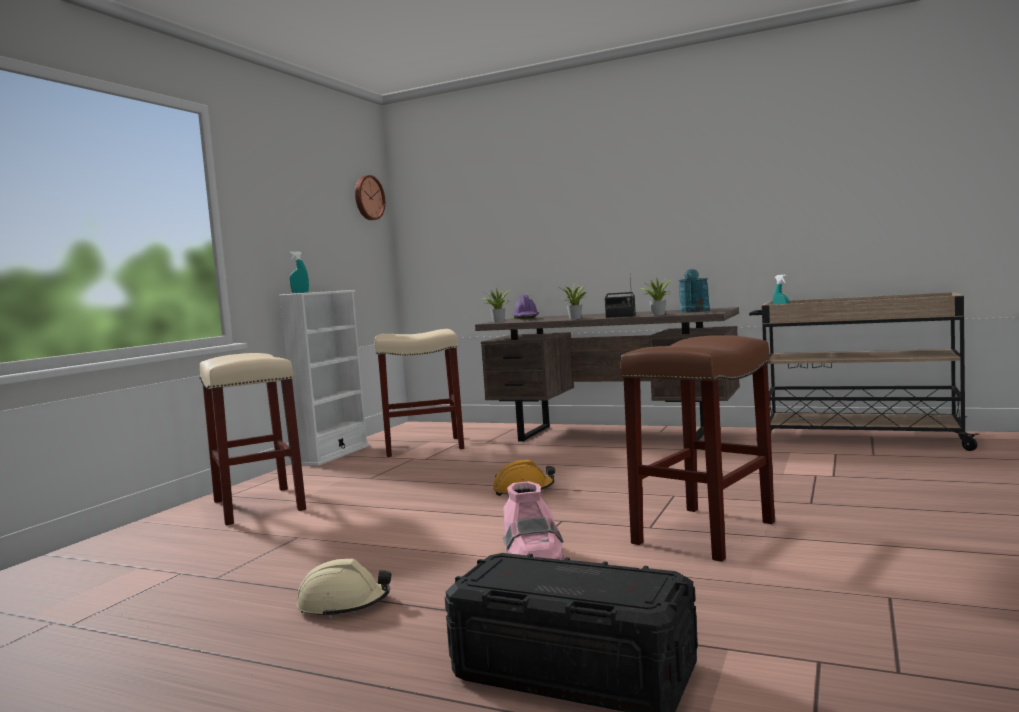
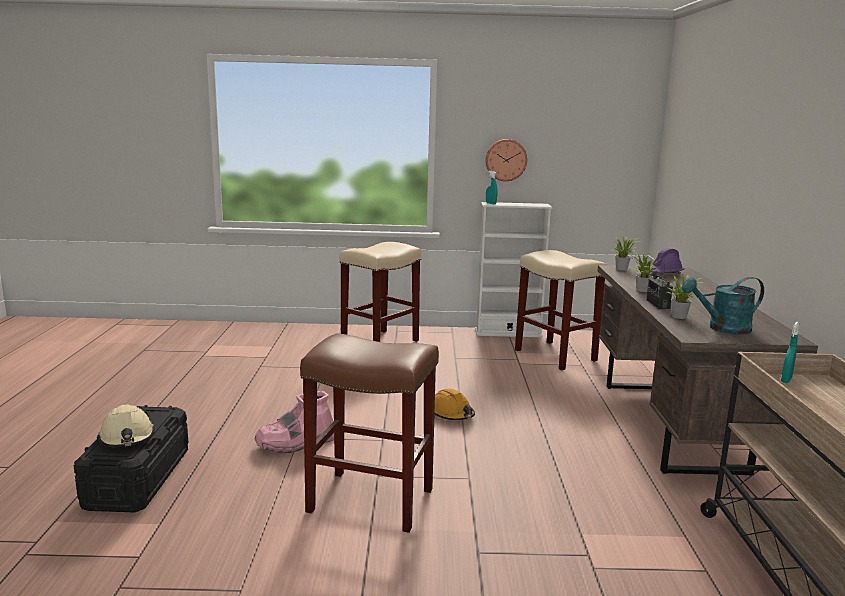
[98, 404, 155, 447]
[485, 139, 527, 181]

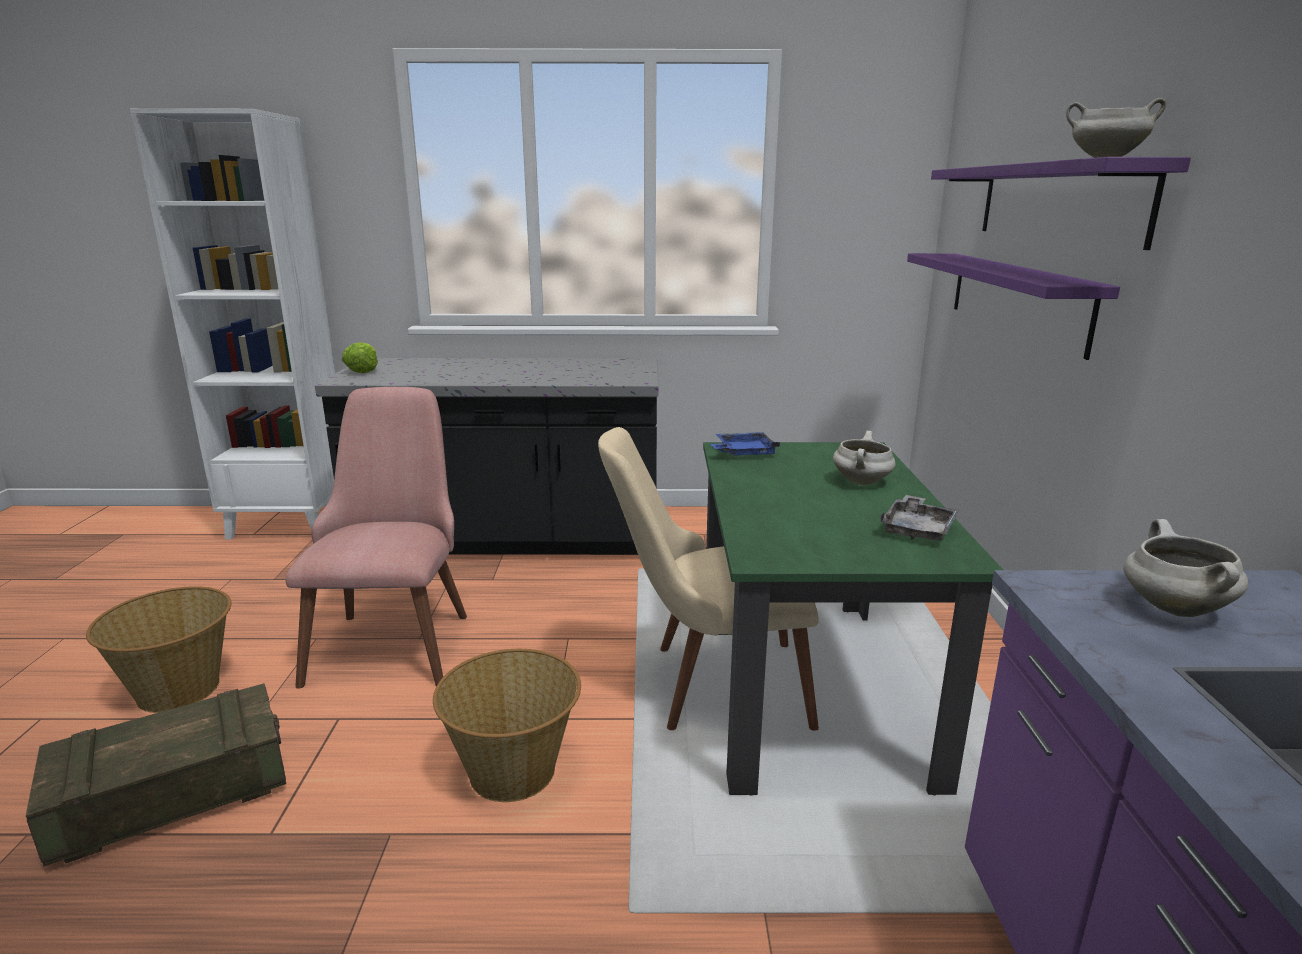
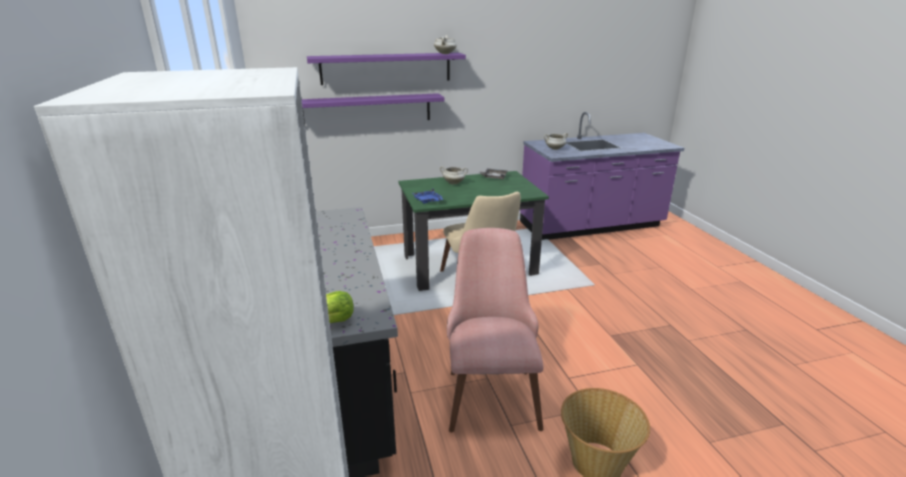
[26, 683, 286, 867] (first image)
[447, 228, 543, 432]
[433, 649, 581, 802] (first image)

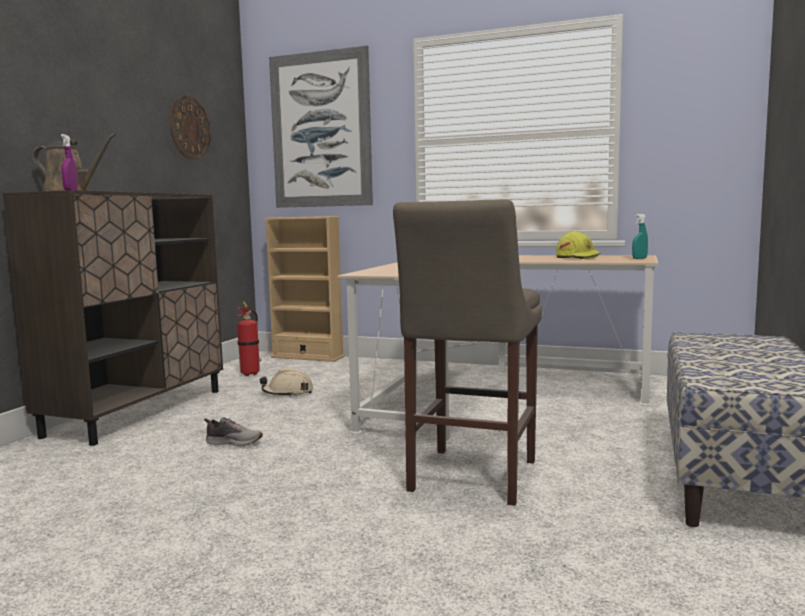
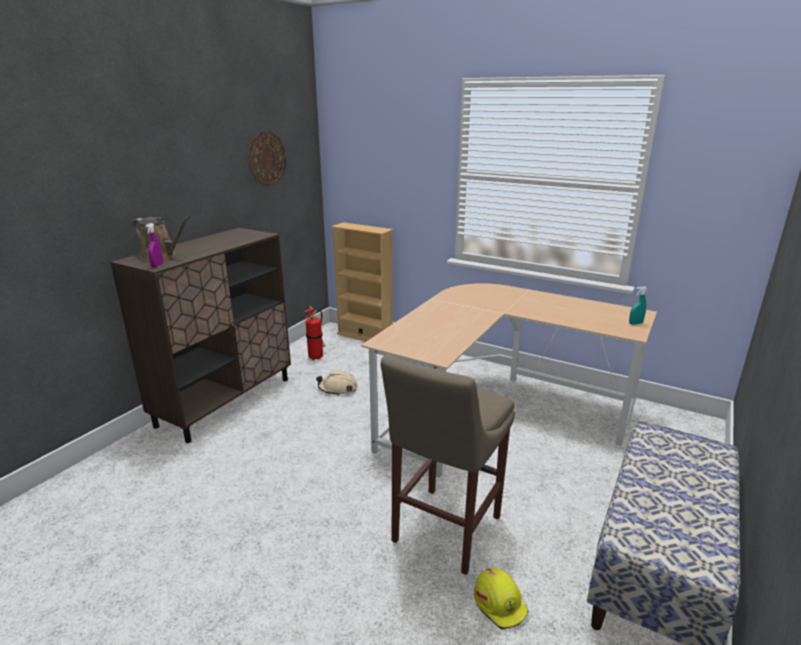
[204, 417, 263, 446] (first image)
[269, 46, 373, 208] (first image)
[474, 568, 529, 630]

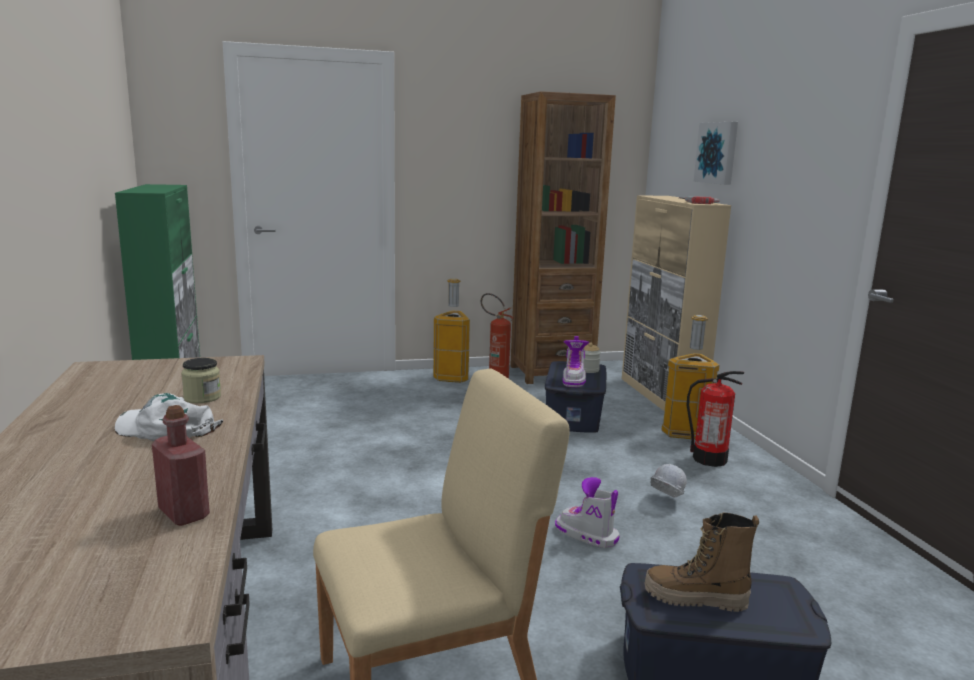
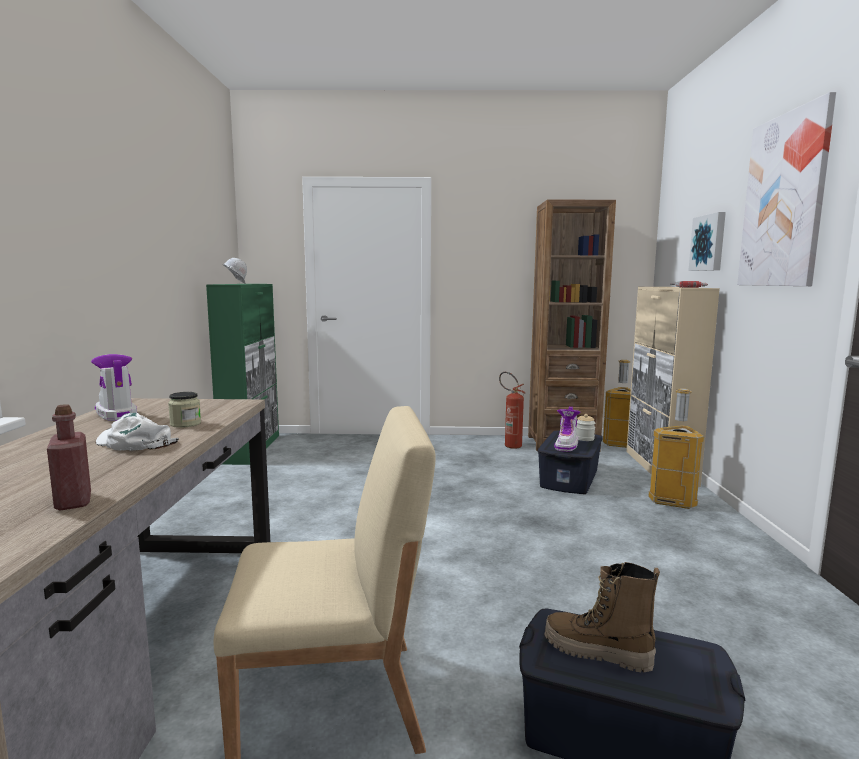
[603, 359, 631, 448]
[91, 354, 137, 421]
[223, 258, 247, 283]
[686, 371, 744, 467] (first image)
[737, 92, 836, 286]

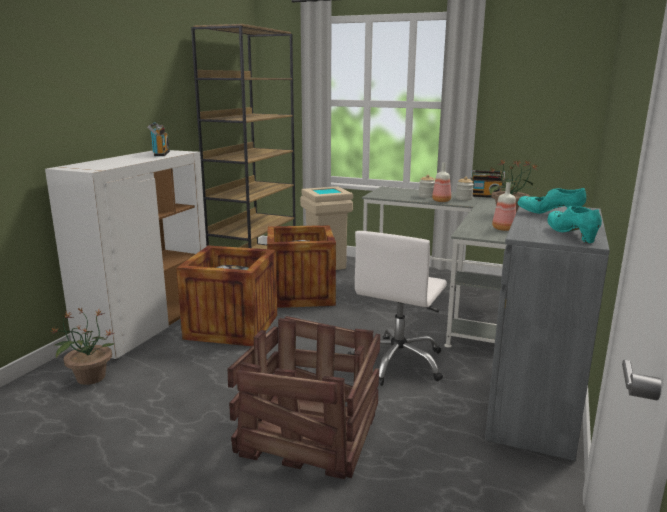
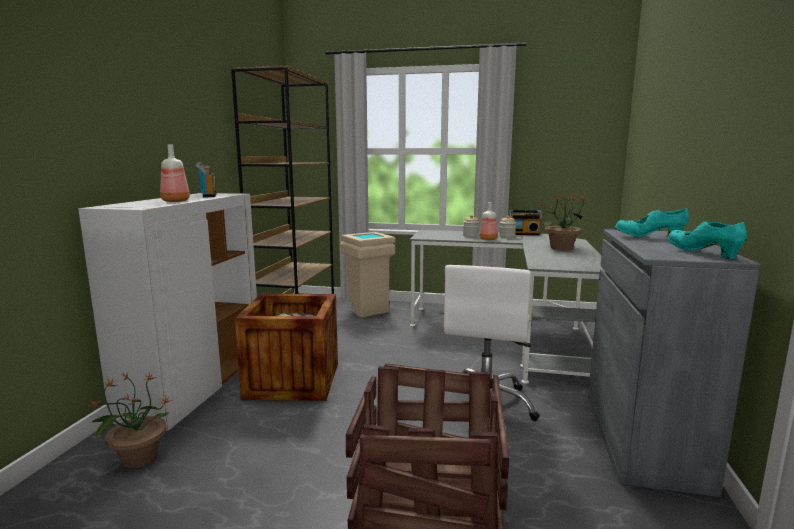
[267, 225, 336, 308] (first image)
[160, 145, 190, 202]

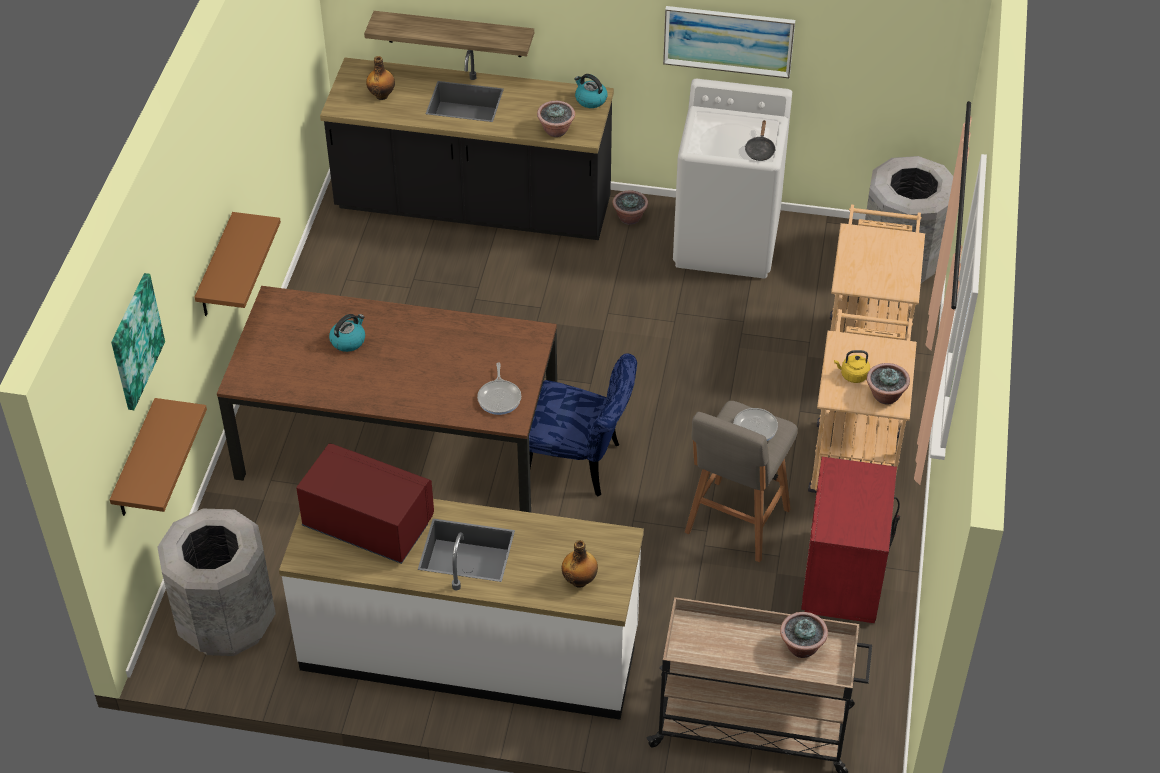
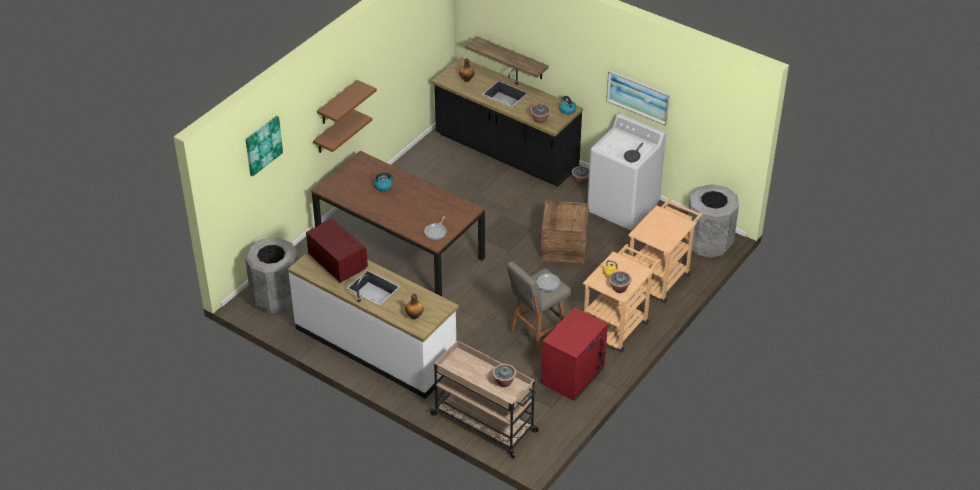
[317, 80, 377, 124]
[529, 353, 637, 497] (first image)
[541, 200, 589, 264]

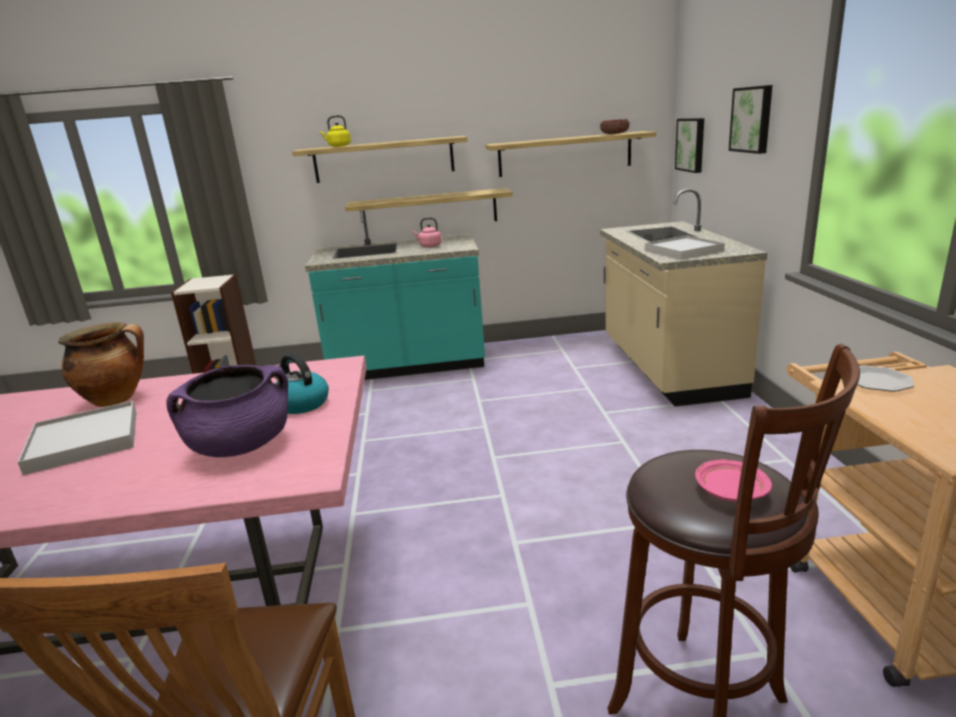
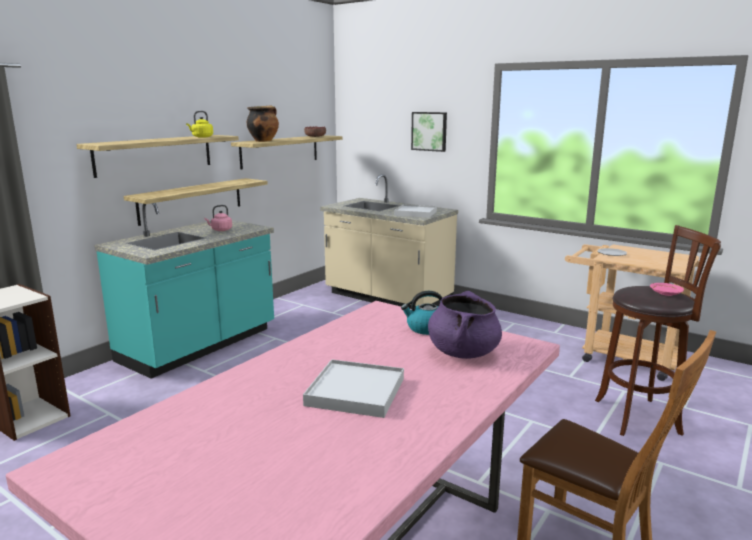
[247, 106, 279, 142]
[186, 111, 213, 138]
[675, 118, 704, 173] (first image)

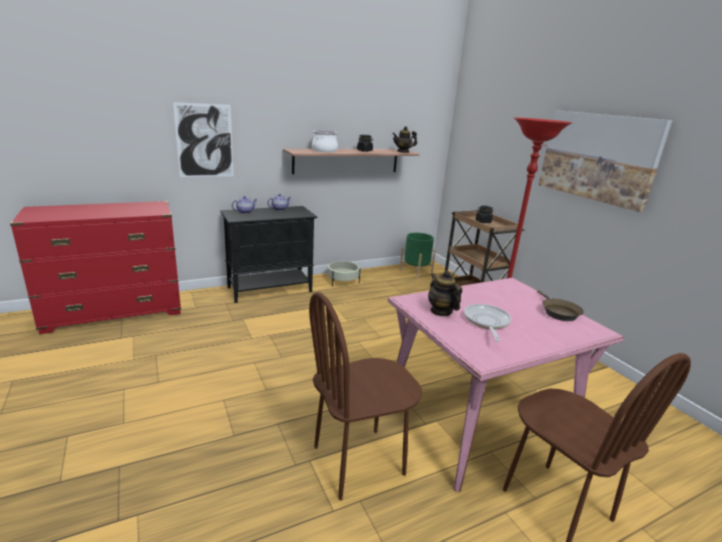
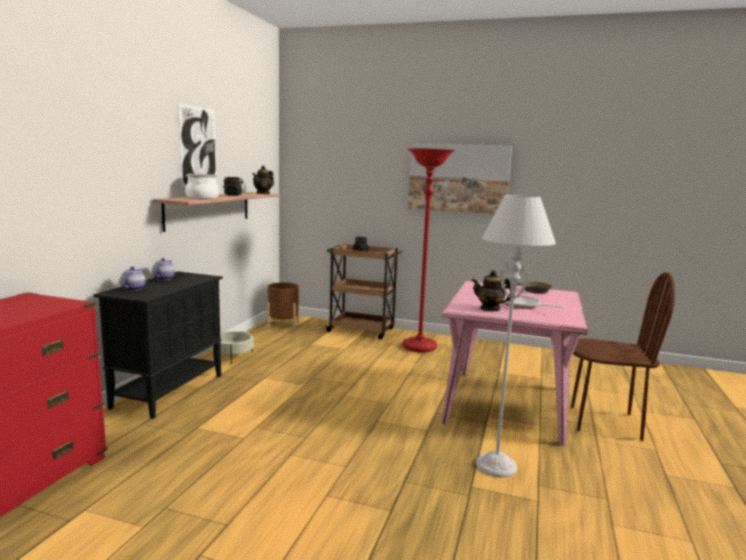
[178, 103, 217, 187]
[476, 195, 556, 478]
[267, 282, 299, 331]

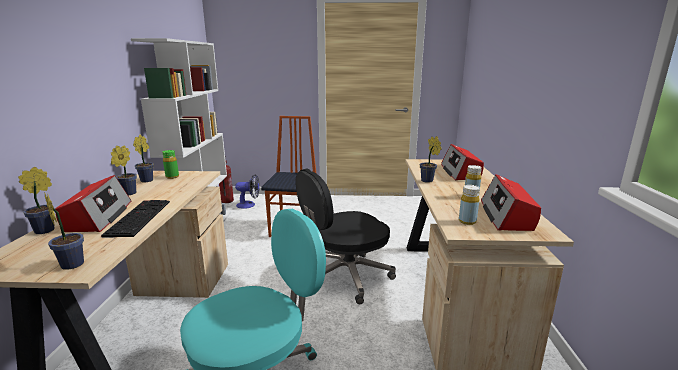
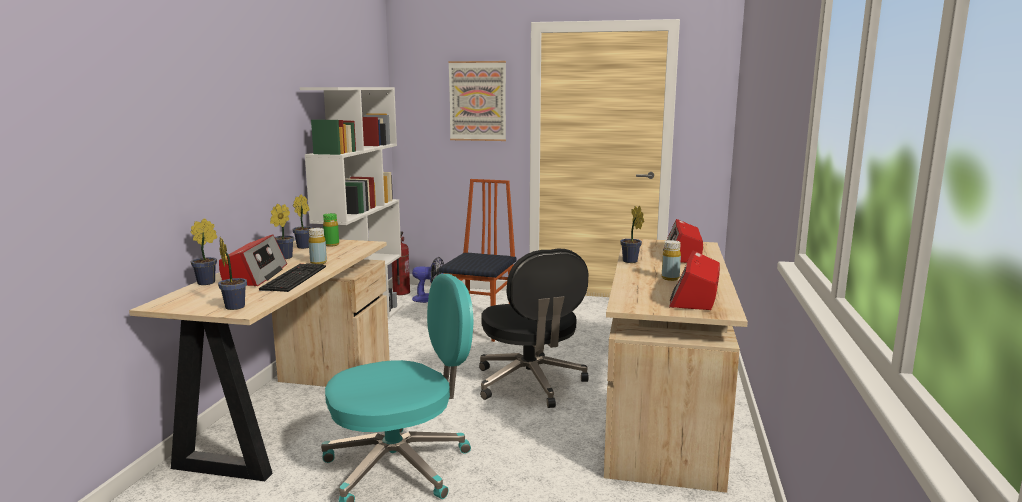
[479, 248, 589, 408]
[309, 228, 327, 264]
[448, 61, 506, 141]

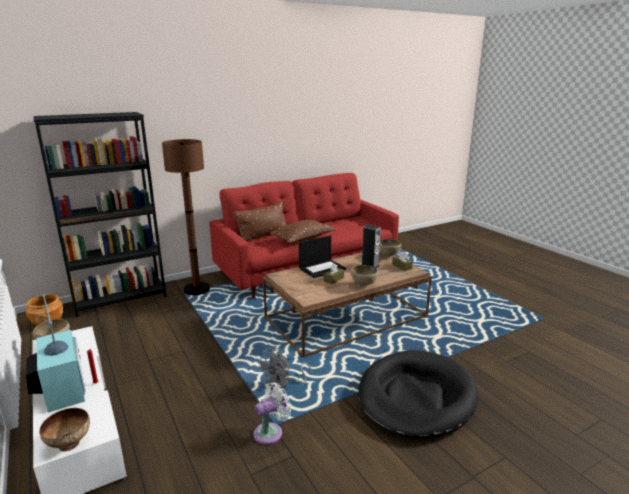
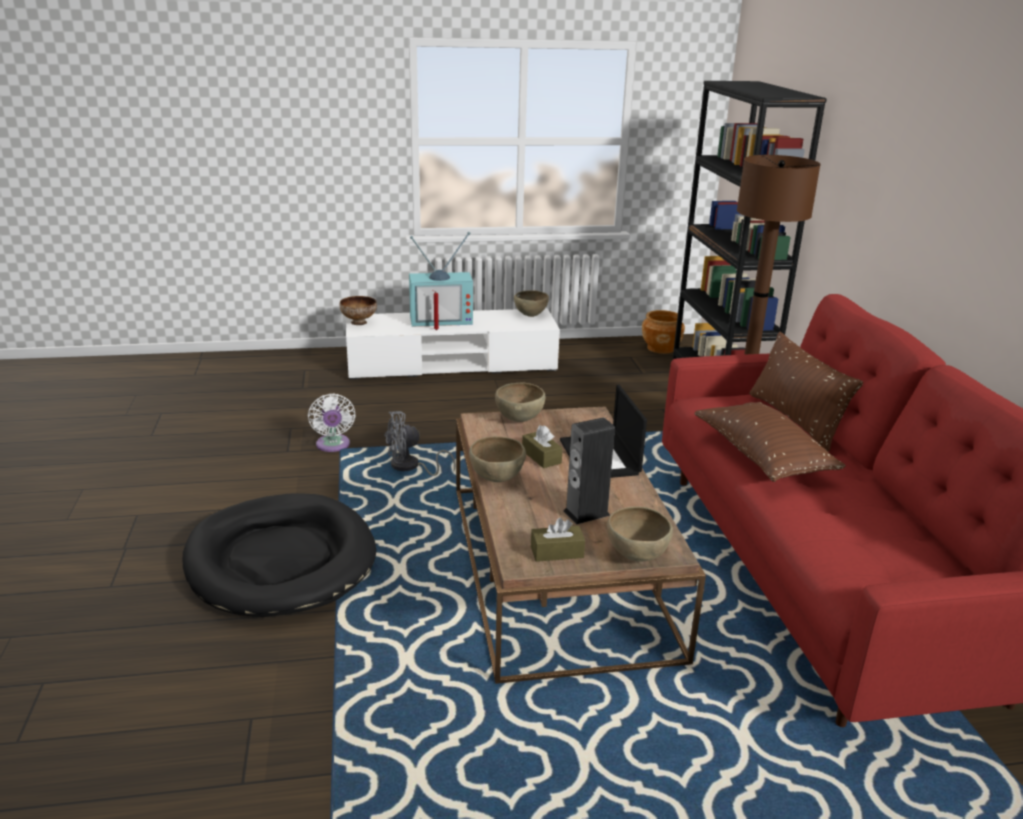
[385, 411, 456, 476]
[495, 382, 546, 422]

